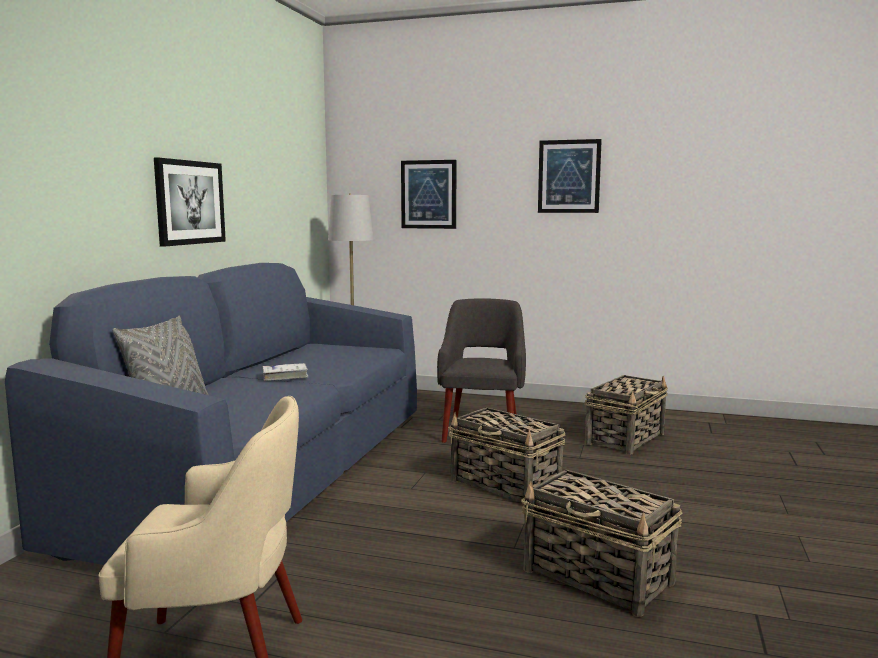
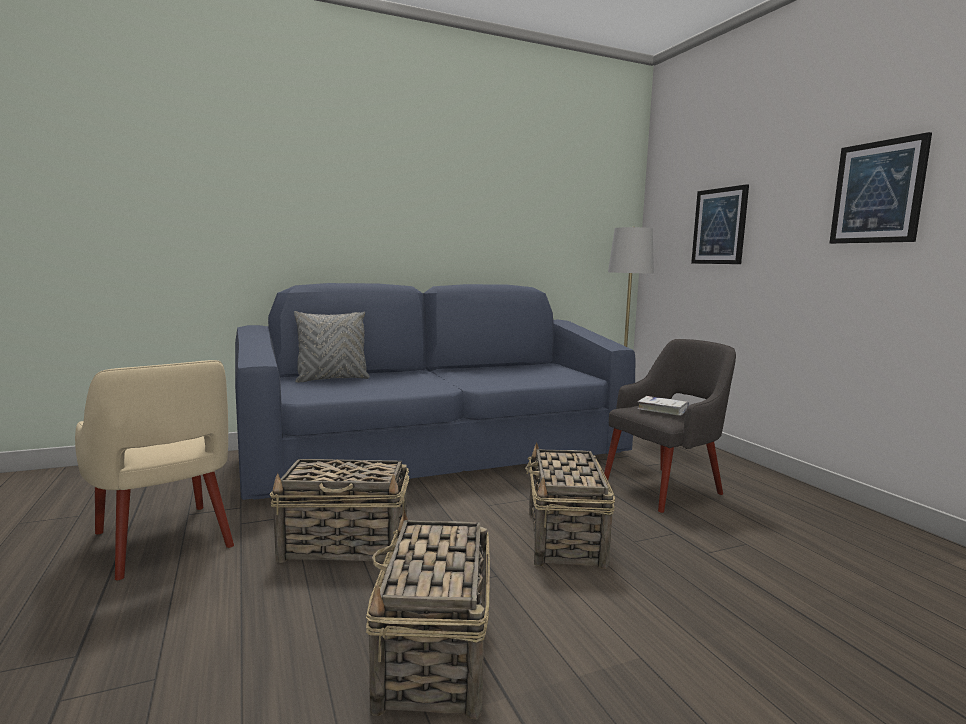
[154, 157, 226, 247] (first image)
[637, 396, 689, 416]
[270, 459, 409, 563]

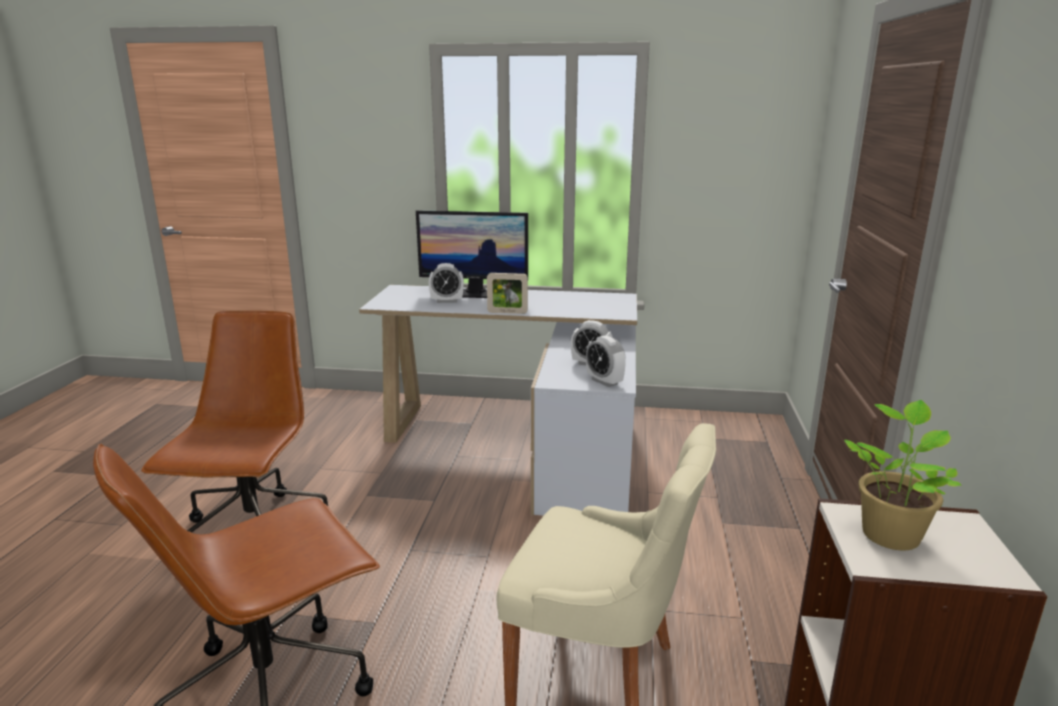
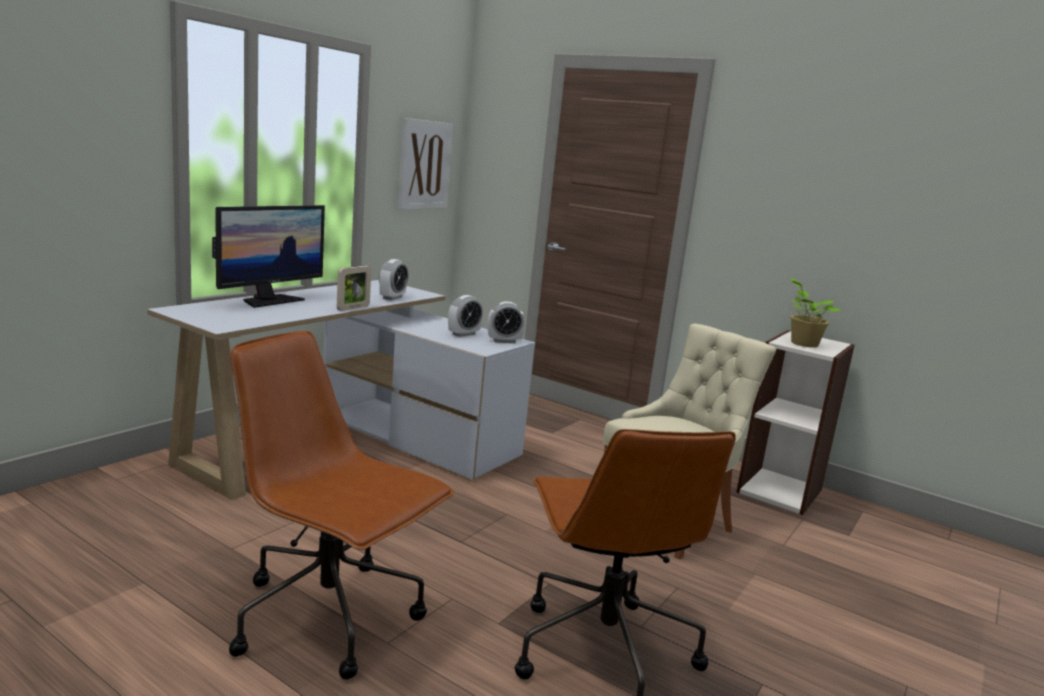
[379, 259, 408, 300]
[398, 118, 453, 210]

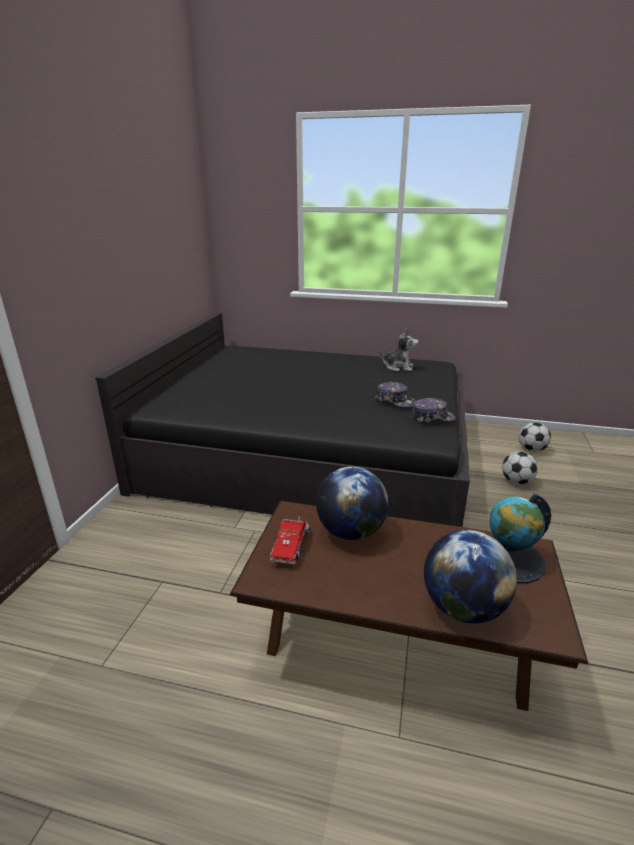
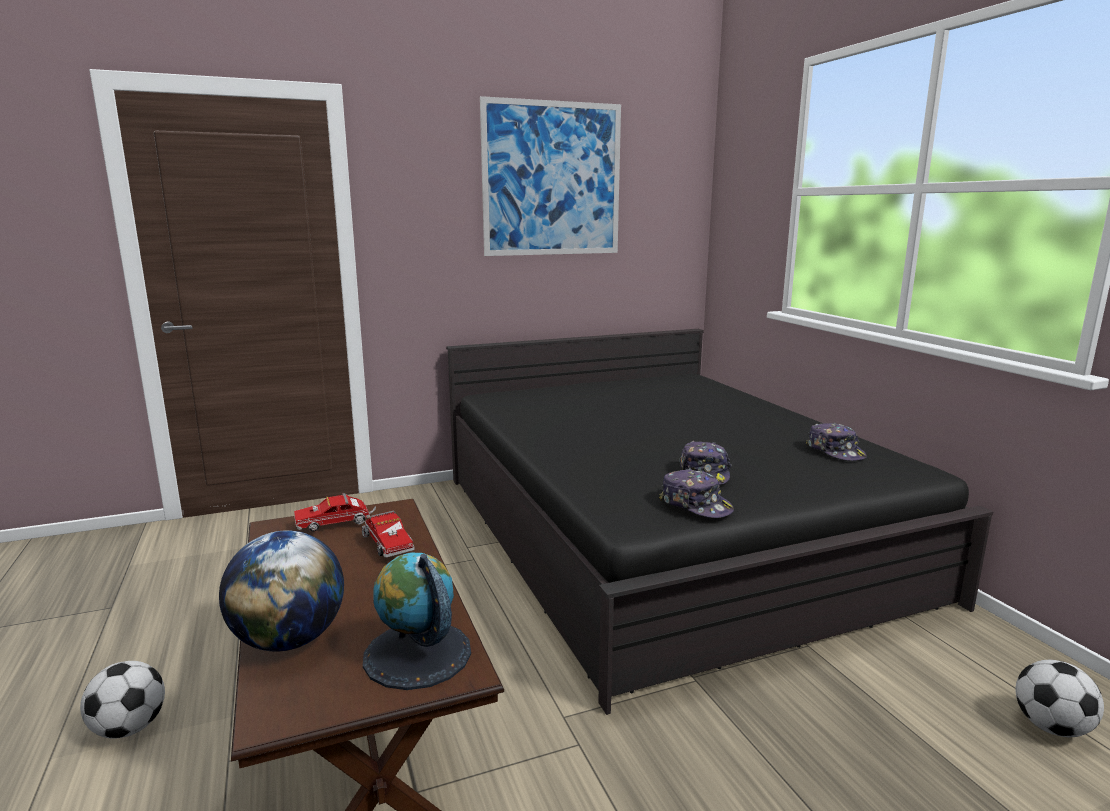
[362, 511, 415, 558]
[806, 423, 867, 461]
[80, 661, 165, 739]
[480, 96, 621, 256]

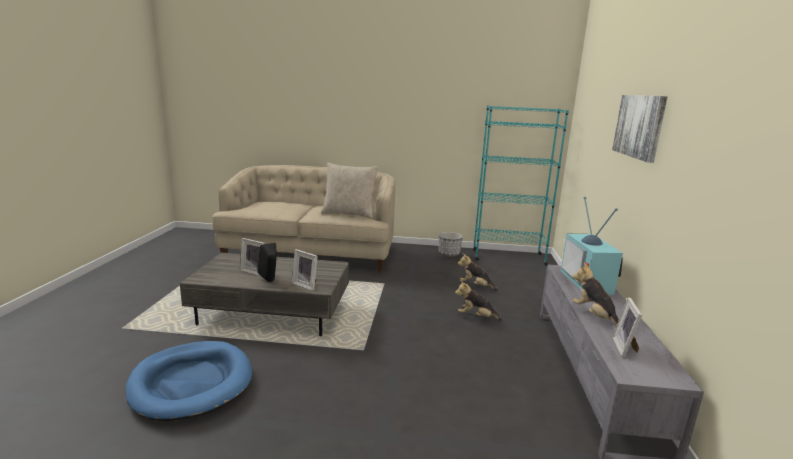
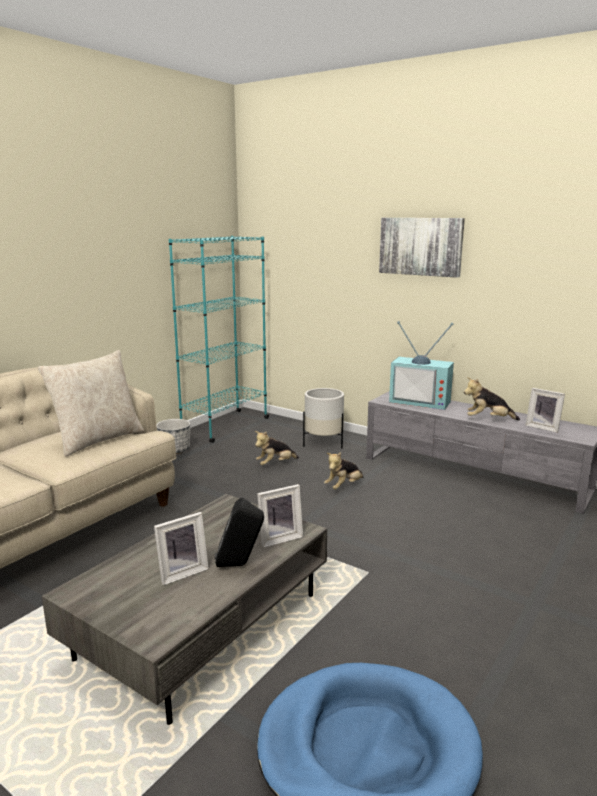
[303, 388, 344, 449]

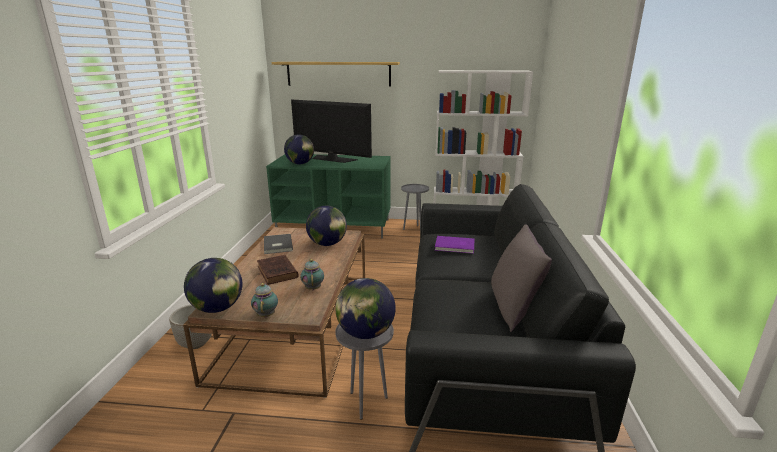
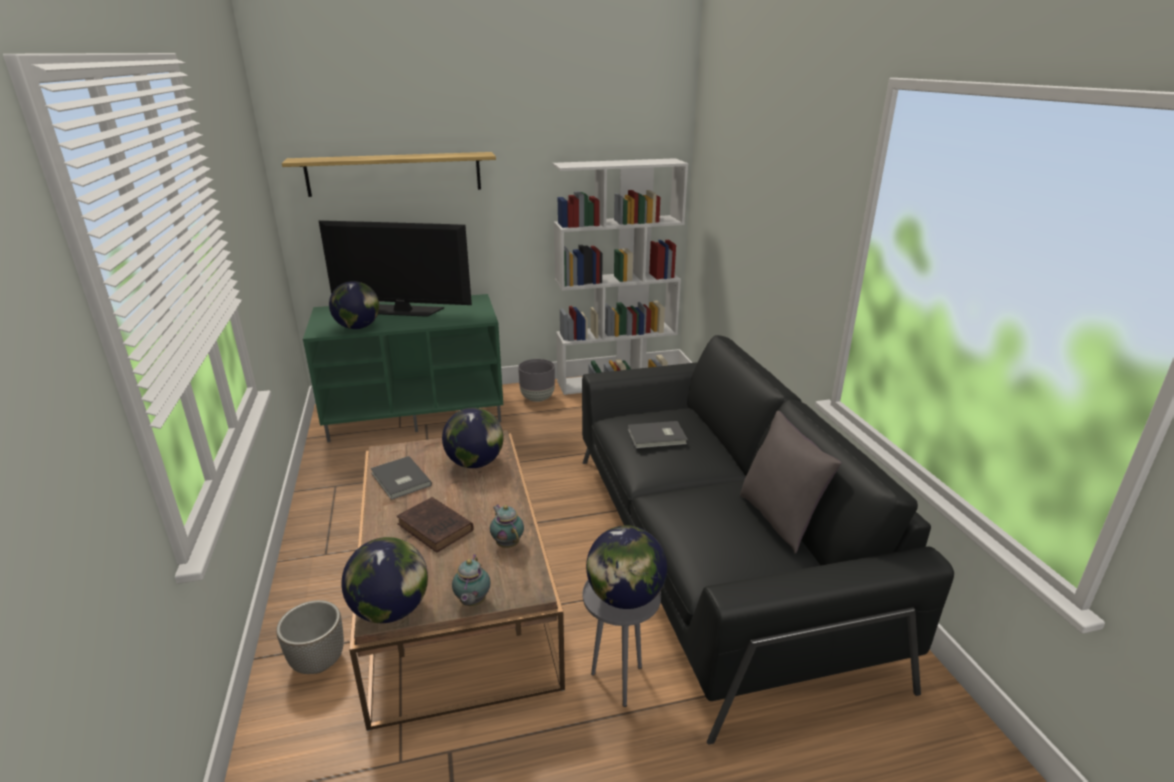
[452, 554, 491, 606]
[518, 359, 555, 402]
[628, 421, 688, 449]

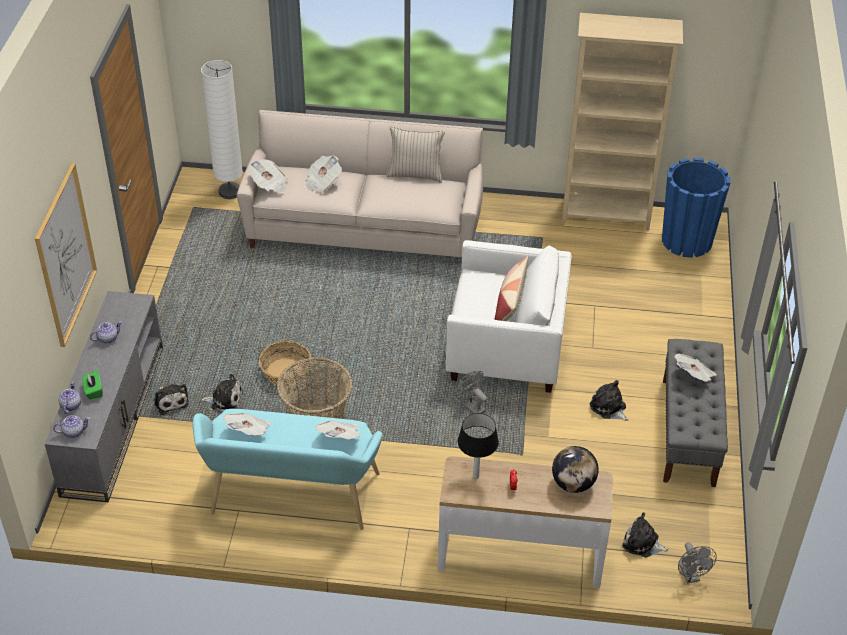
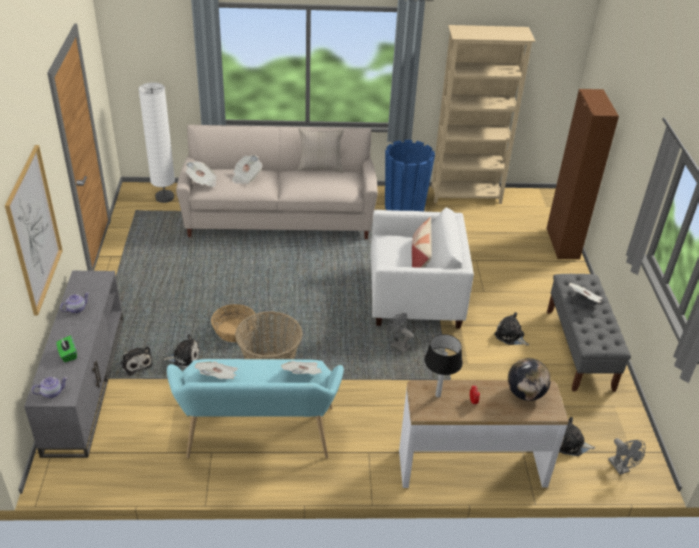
[59, 382, 81, 414] (first image)
[385, 140, 435, 211]
[546, 89, 619, 259]

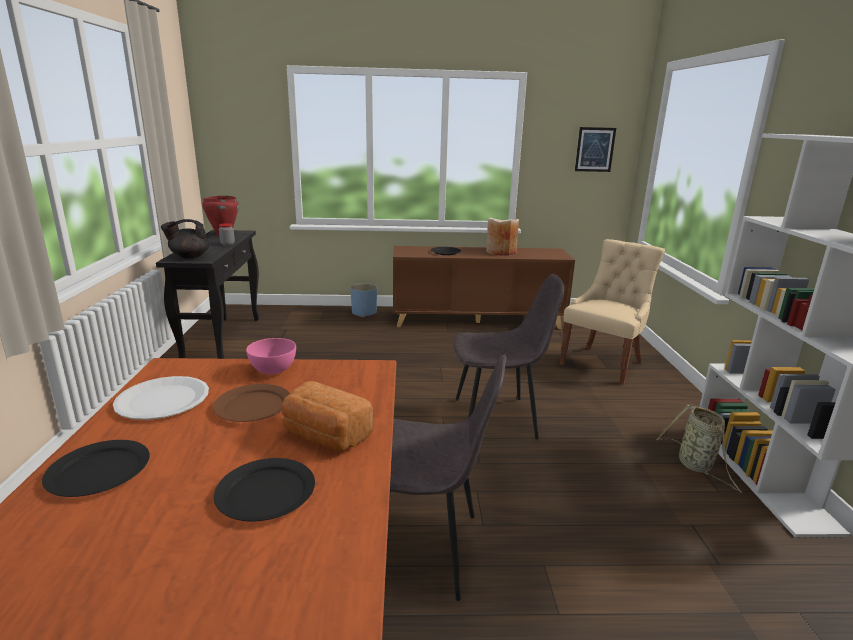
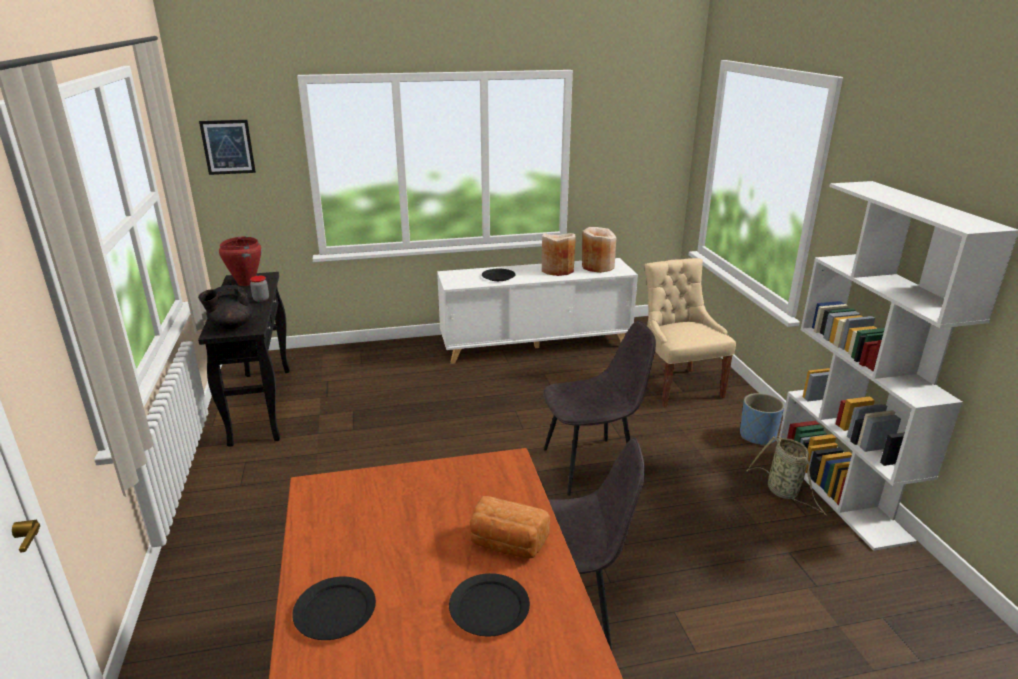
[113, 376, 209, 420] (first image)
[213, 384, 290, 422] (first image)
[246, 338, 296, 375] (first image)
[740, 393, 784, 446]
[437, 258, 638, 364]
[644, 258, 736, 407]
[199, 120, 256, 175]
[582, 227, 616, 273]

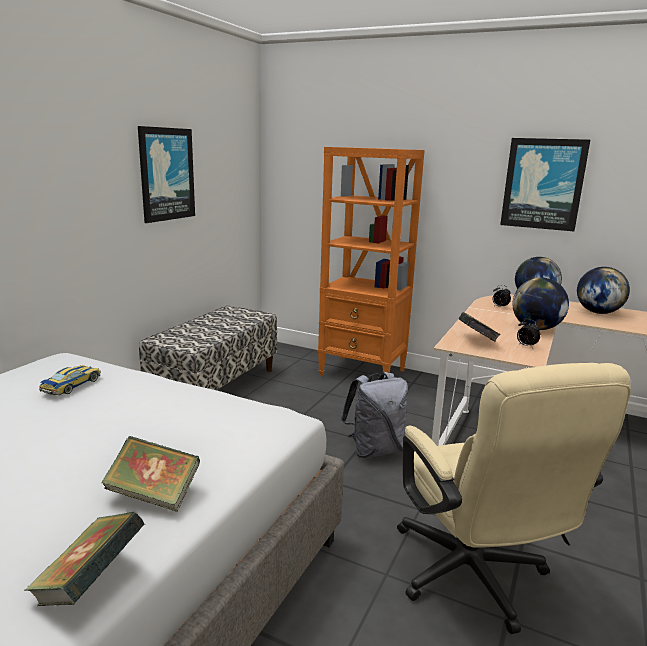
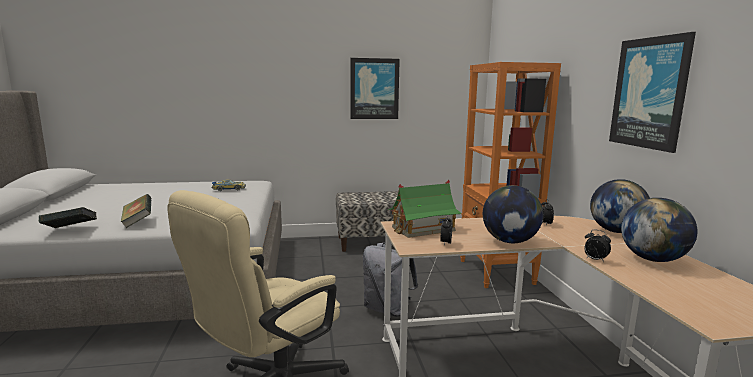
[388, 179, 462, 238]
[584, 230, 611, 262]

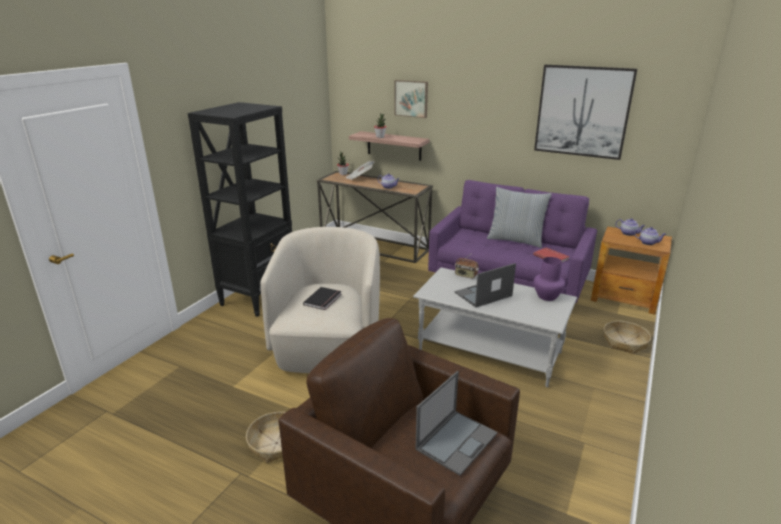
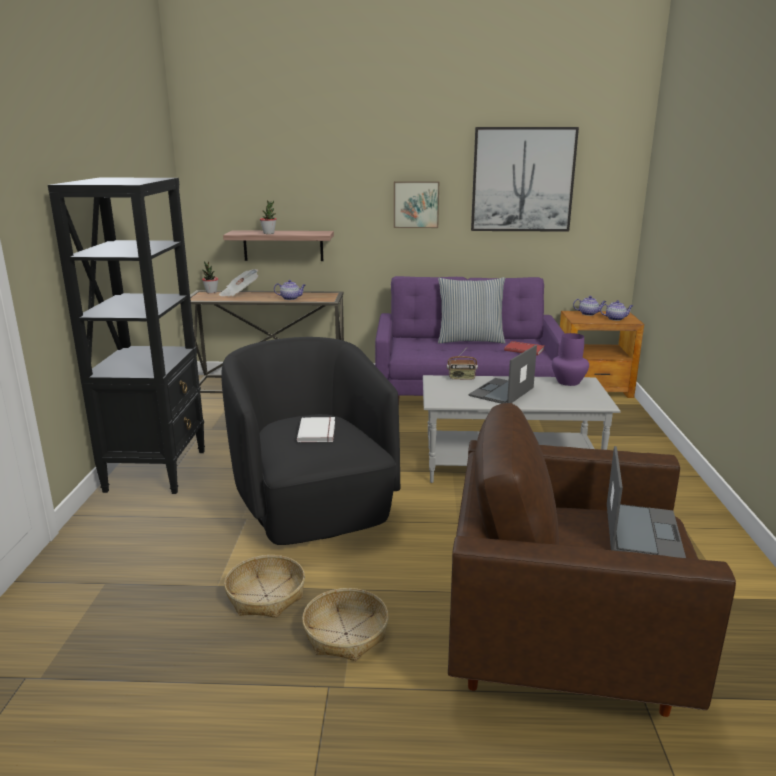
[221, 337, 400, 545]
[297, 417, 335, 442]
[394, 181, 439, 228]
[224, 555, 305, 618]

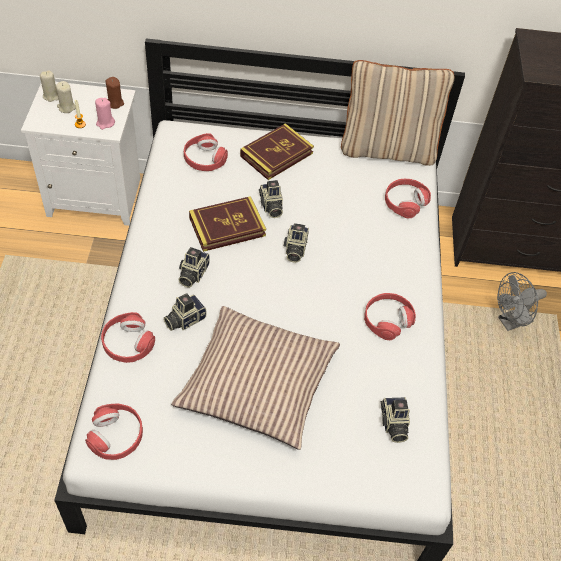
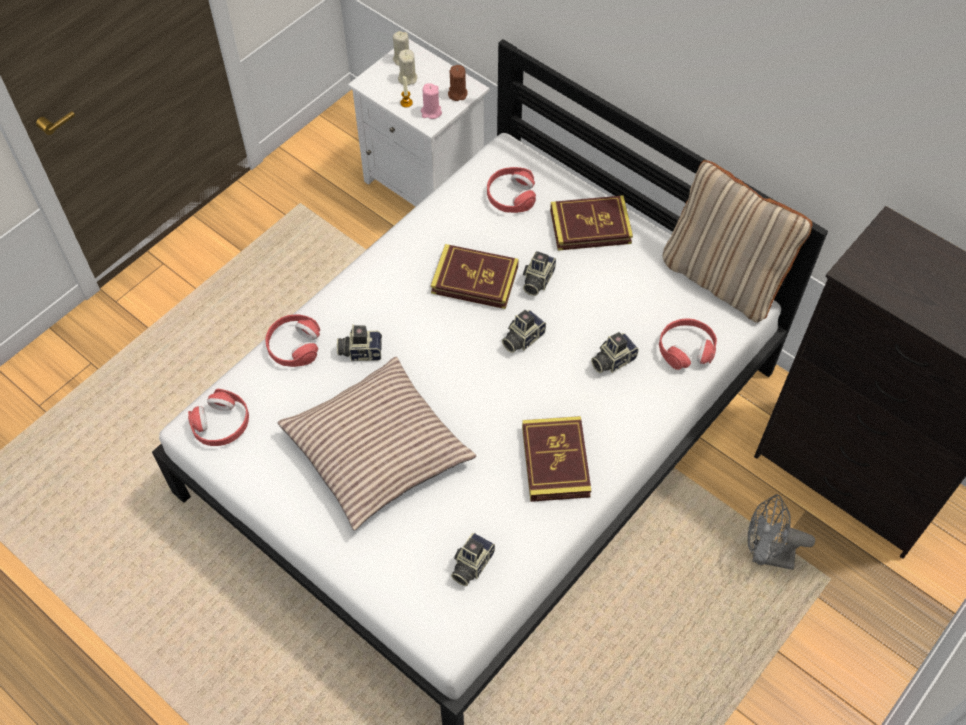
[591, 332, 639, 373]
[522, 416, 591, 502]

